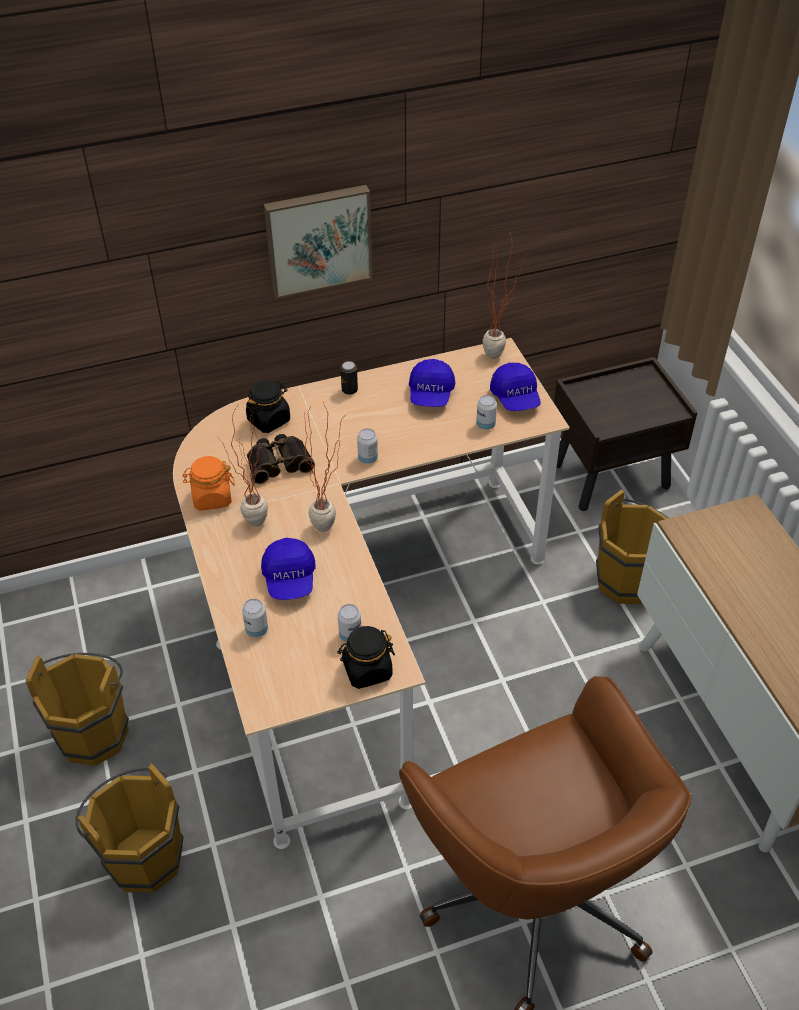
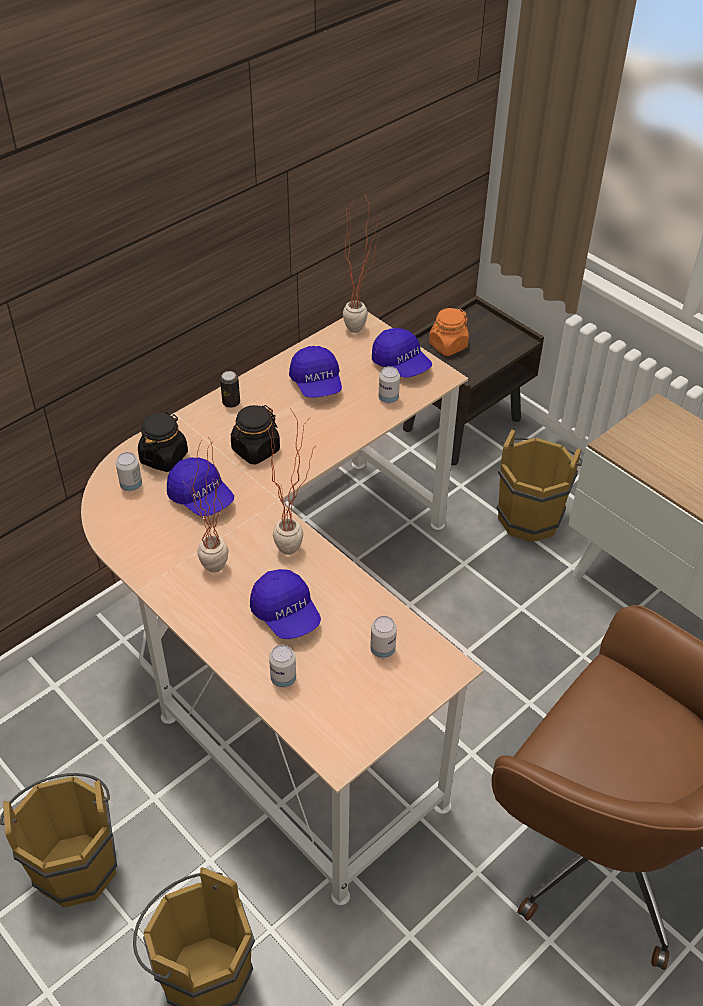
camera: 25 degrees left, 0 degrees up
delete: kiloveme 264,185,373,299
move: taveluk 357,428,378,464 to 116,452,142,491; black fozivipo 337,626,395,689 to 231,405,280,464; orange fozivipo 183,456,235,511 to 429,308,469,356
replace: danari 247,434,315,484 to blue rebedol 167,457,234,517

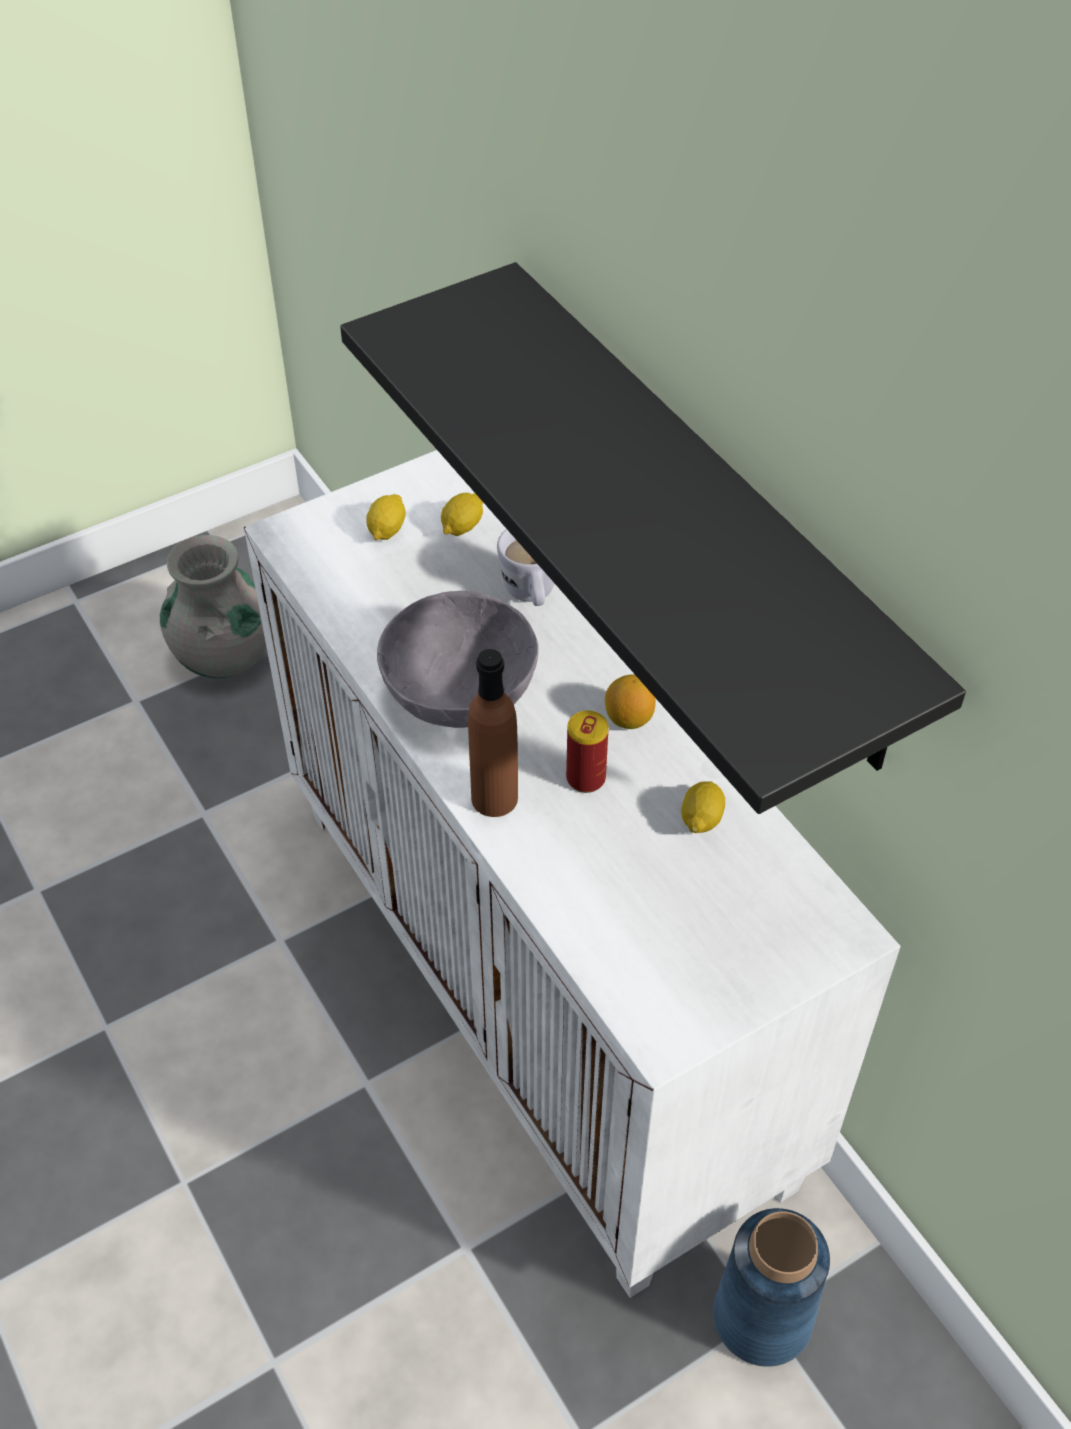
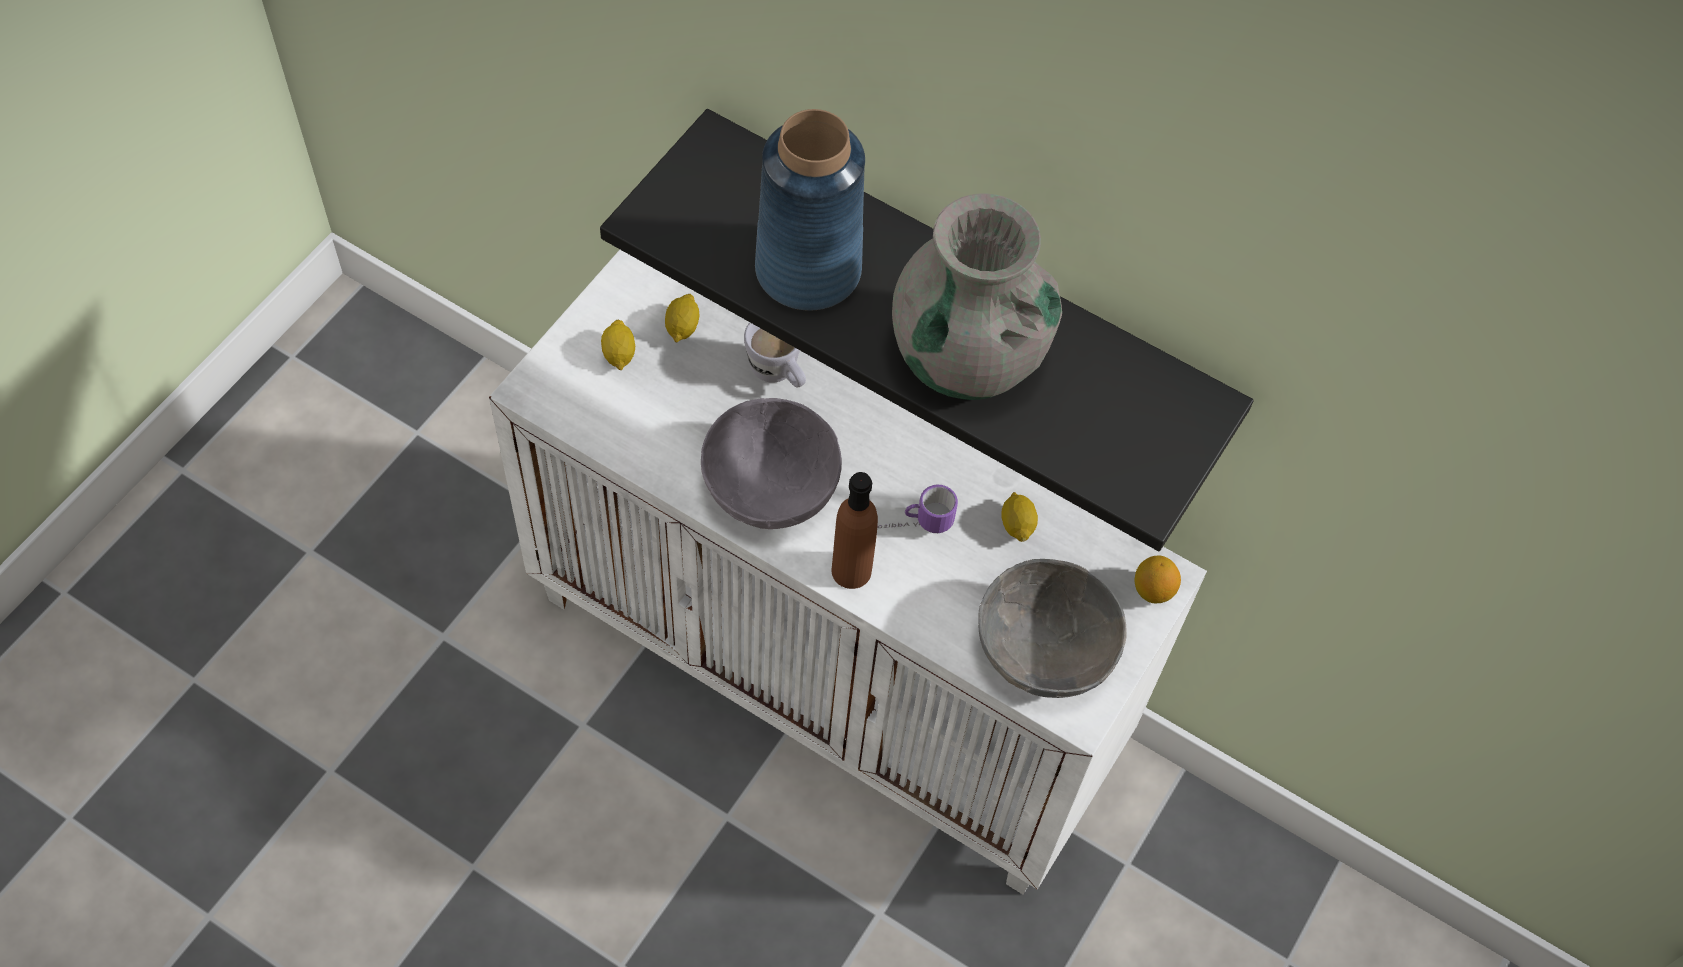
camera: 30 degrees left, 10 degrees up
insert: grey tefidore 978,559,1127,698
move: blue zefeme 713,1208,830,1367 to 755,109,865,311; grey zefeme 160,535,266,678 to 892,193,1062,400; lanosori 605,674,656,729 to 1135,555,1181,603
replace: taveluk 566,710,609,793 to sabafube 878,485,958,533

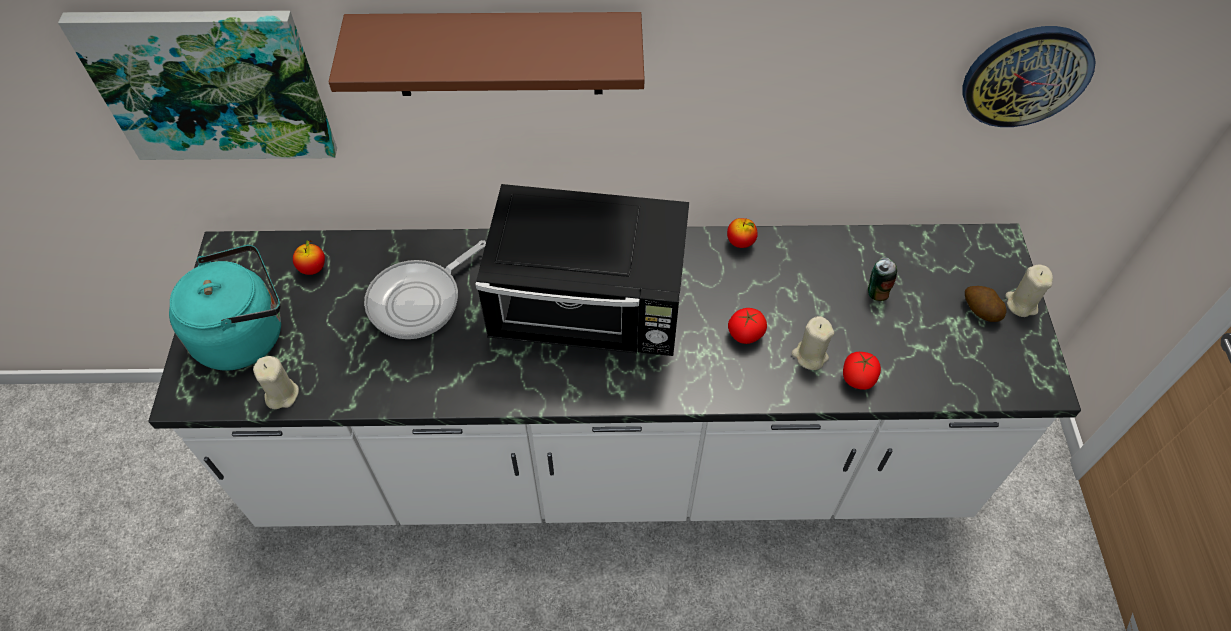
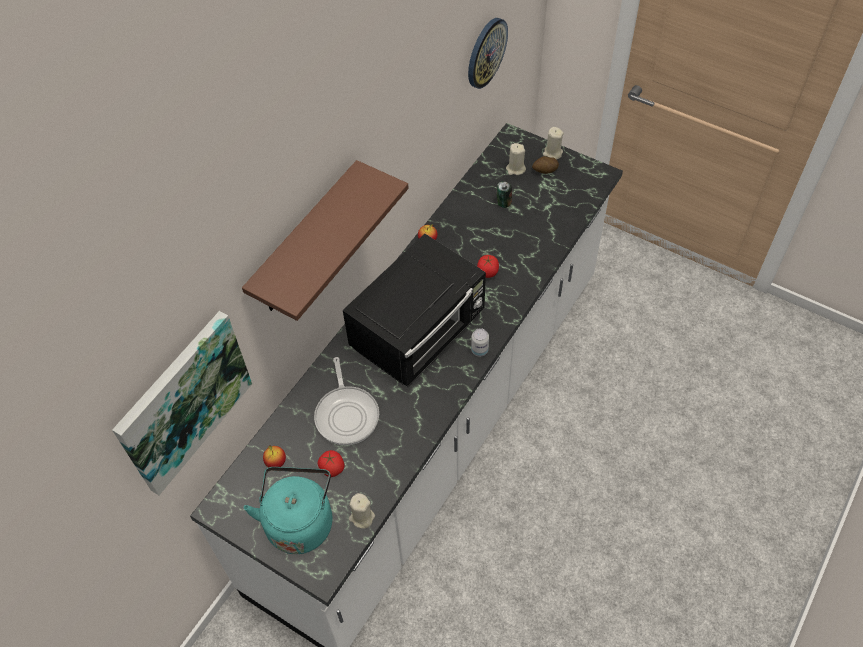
camera: 55 degrees left, 0 degrees up
insert: taveluk 471,328,489,357
move: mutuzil 843,352,881,390 to 318,450,345,477; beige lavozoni 792,316,834,370 to 506,143,526,175

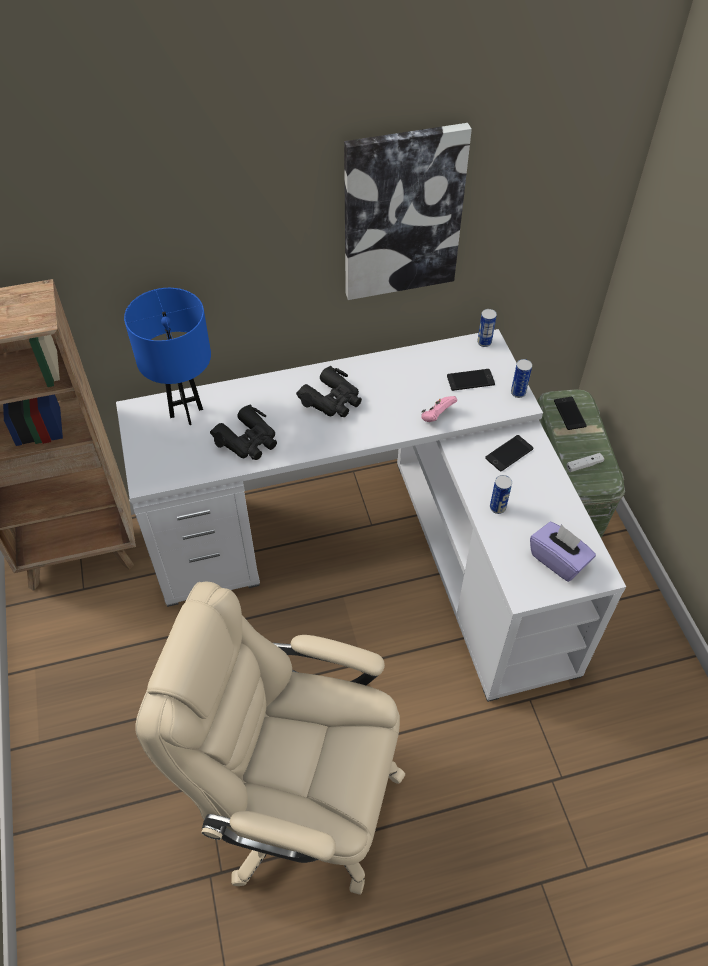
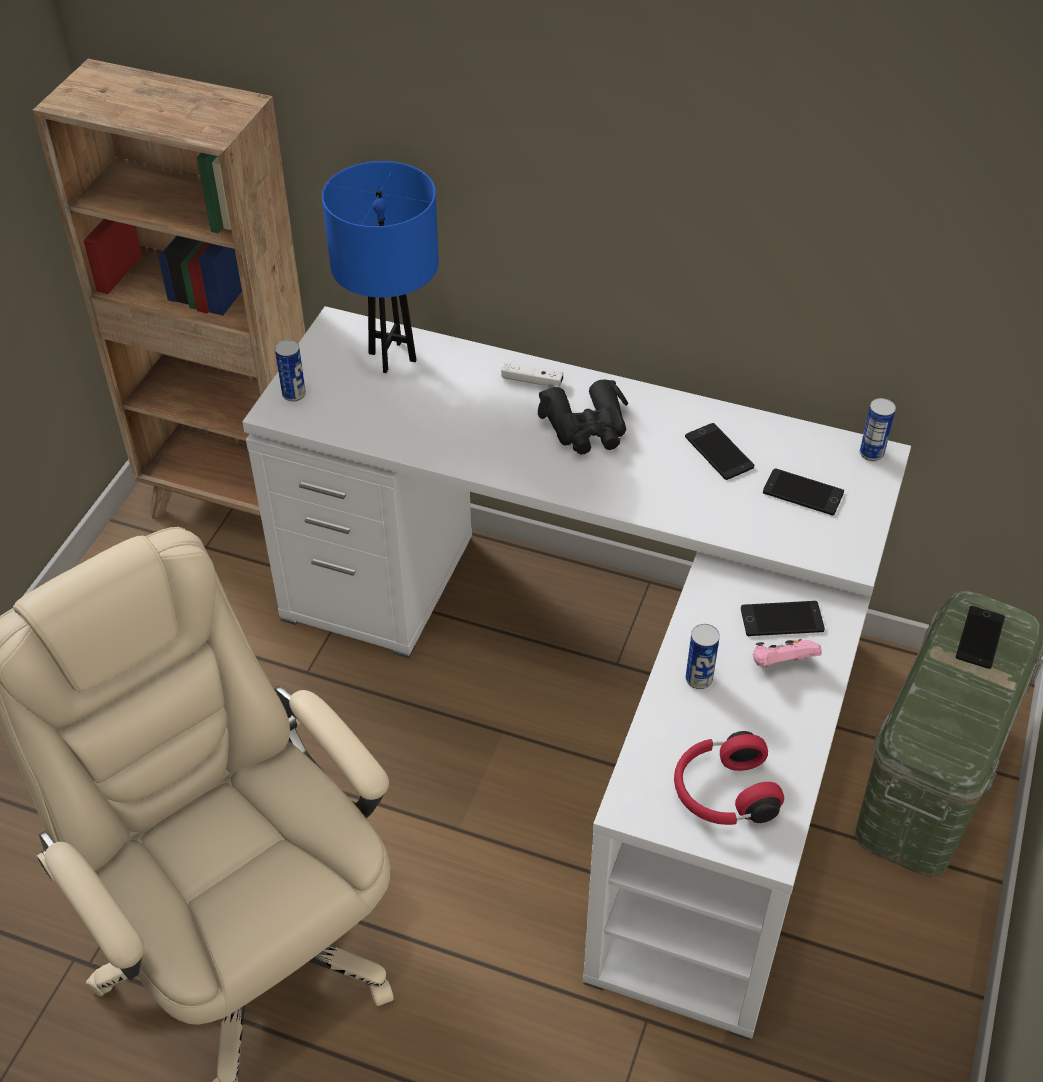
camera: 35 degrees right, 5 degrees down
delete: black danari 210,405,277,460; kiloveme 344,123,472,300
insert: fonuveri 685,423,754,480
move: taveluk 511,359,532,398 to 275,340,306,402; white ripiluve 567,453,604,472 to 501,362,563,386; pink ripiluve 421,396,457,422 to 753,639,822,667
replace: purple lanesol 530,522,596,582 to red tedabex 674,731,784,825

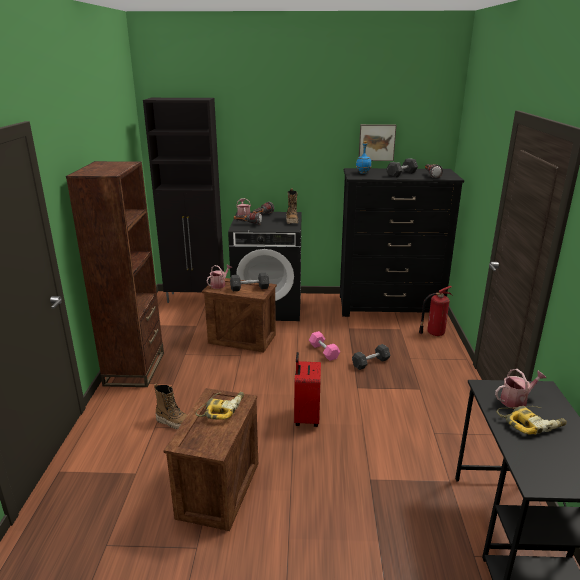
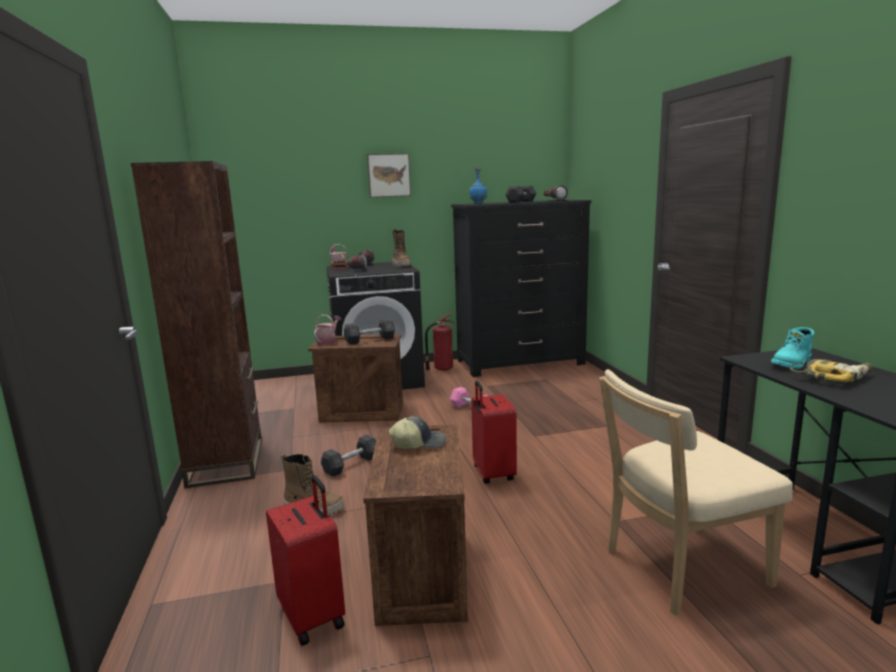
camera: 15 degrees left, 10 degrees down
delete: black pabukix 143,98,224,303
insert: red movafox 266,475,345,646; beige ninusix 599,369,793,616
move: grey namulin 352,344,391,370 to 321,434,376,477; kiloveme 359,124,396,161 to 367,153,411,197; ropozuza 419,286,453,337 to 425,313,455,371
replace: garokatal 196,392,244,420 to rebedol 389,416,446,449; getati 495,369,546,409 to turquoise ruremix 771,327,815,369

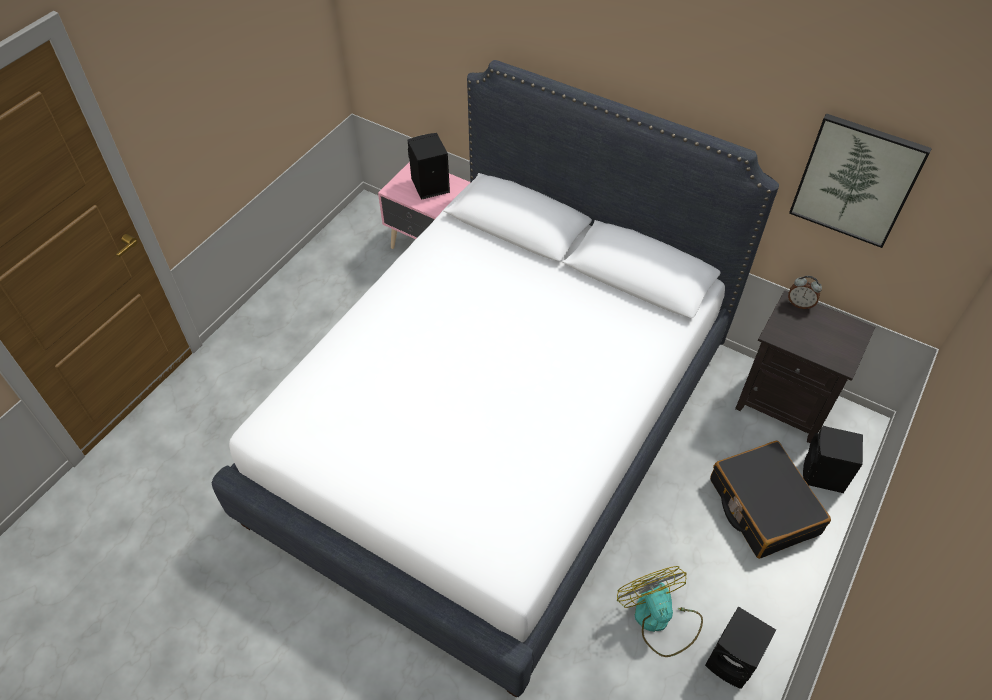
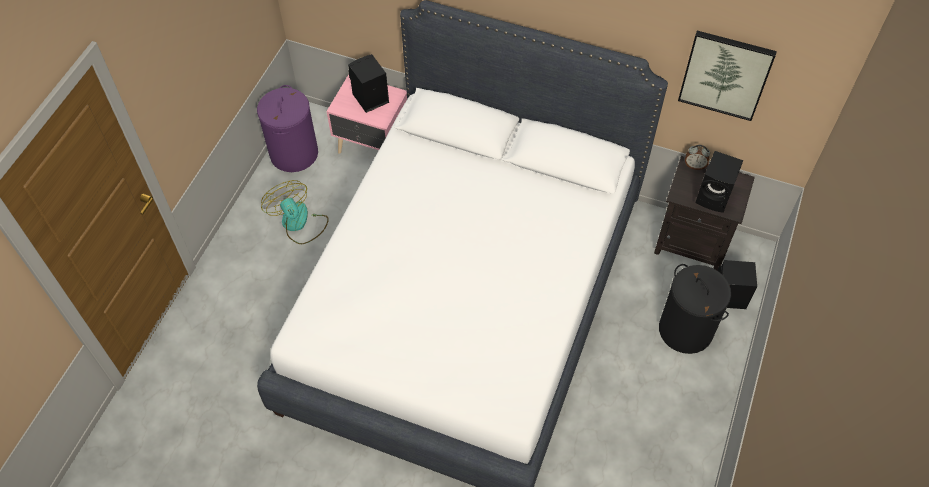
camera: 10 degrees left, 5 degrees up
insert: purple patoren 257,85,318,172
move: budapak 617,566,703,657 to 261,180,329,244; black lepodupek 705,606,776,689 to 695,151,743,213
replace: black movafox 710,441,831,559 to black patoren 659,264,731,354

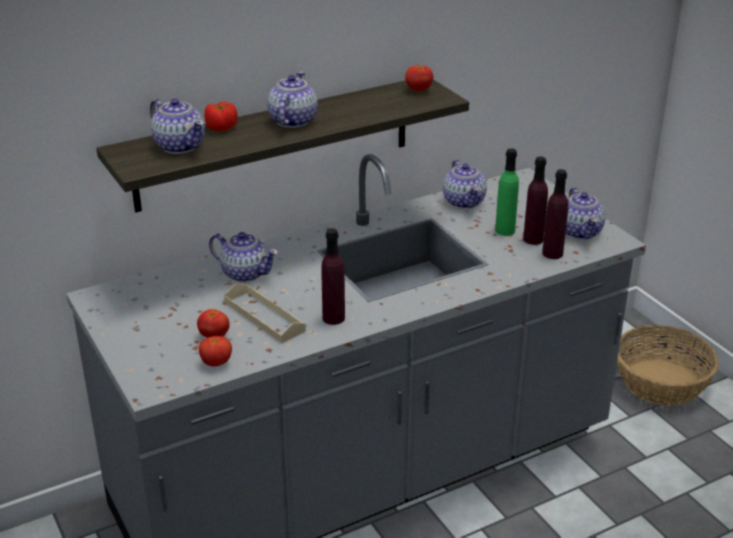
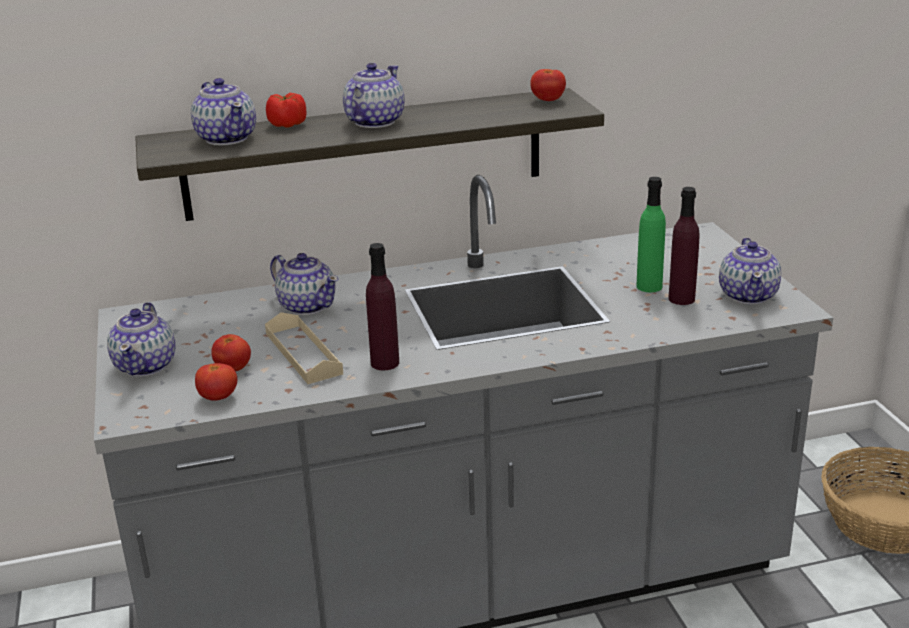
camera: 15 degrees right, 5 degrees down
delete: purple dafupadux 542,169,568,259
move: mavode 443,160,487,209 to 107,302,176,377

